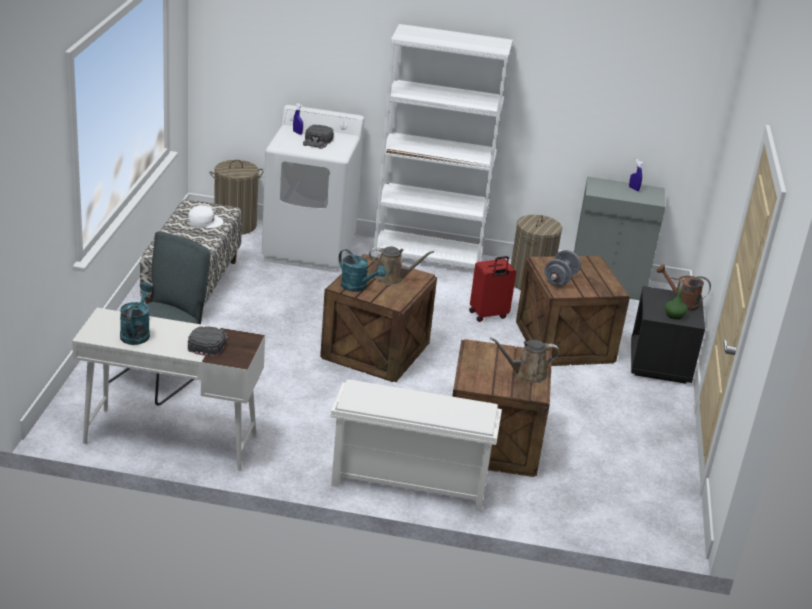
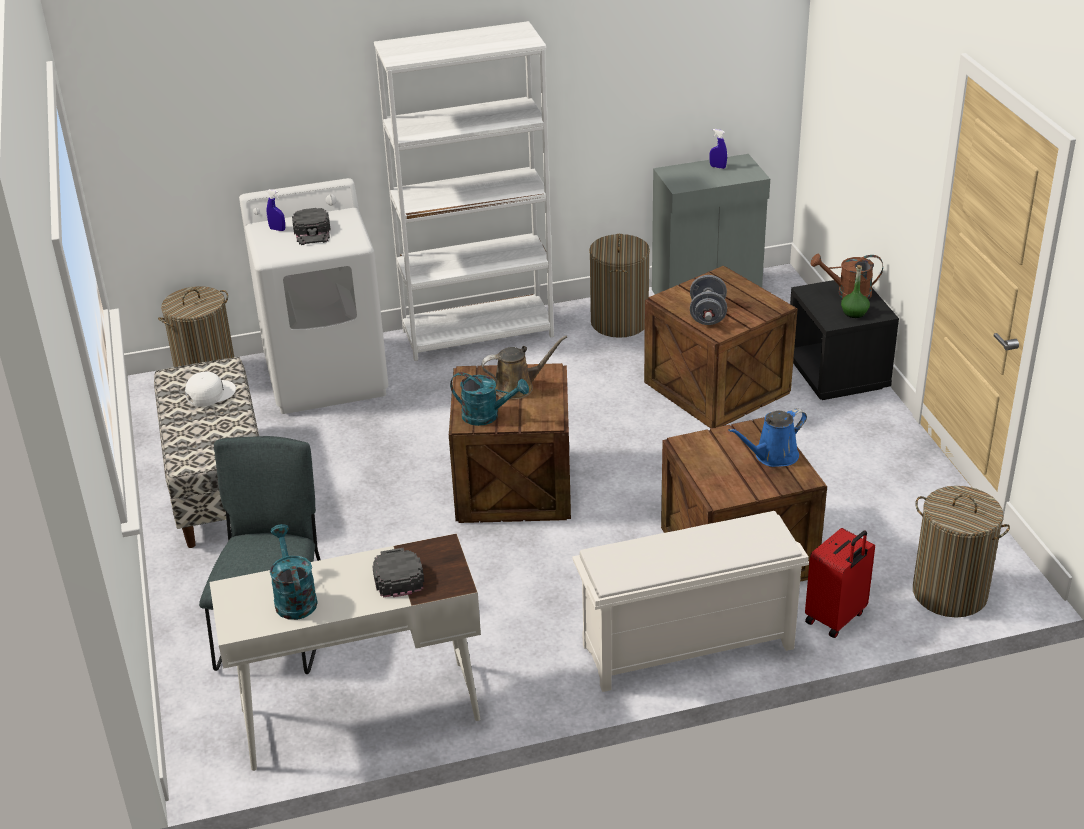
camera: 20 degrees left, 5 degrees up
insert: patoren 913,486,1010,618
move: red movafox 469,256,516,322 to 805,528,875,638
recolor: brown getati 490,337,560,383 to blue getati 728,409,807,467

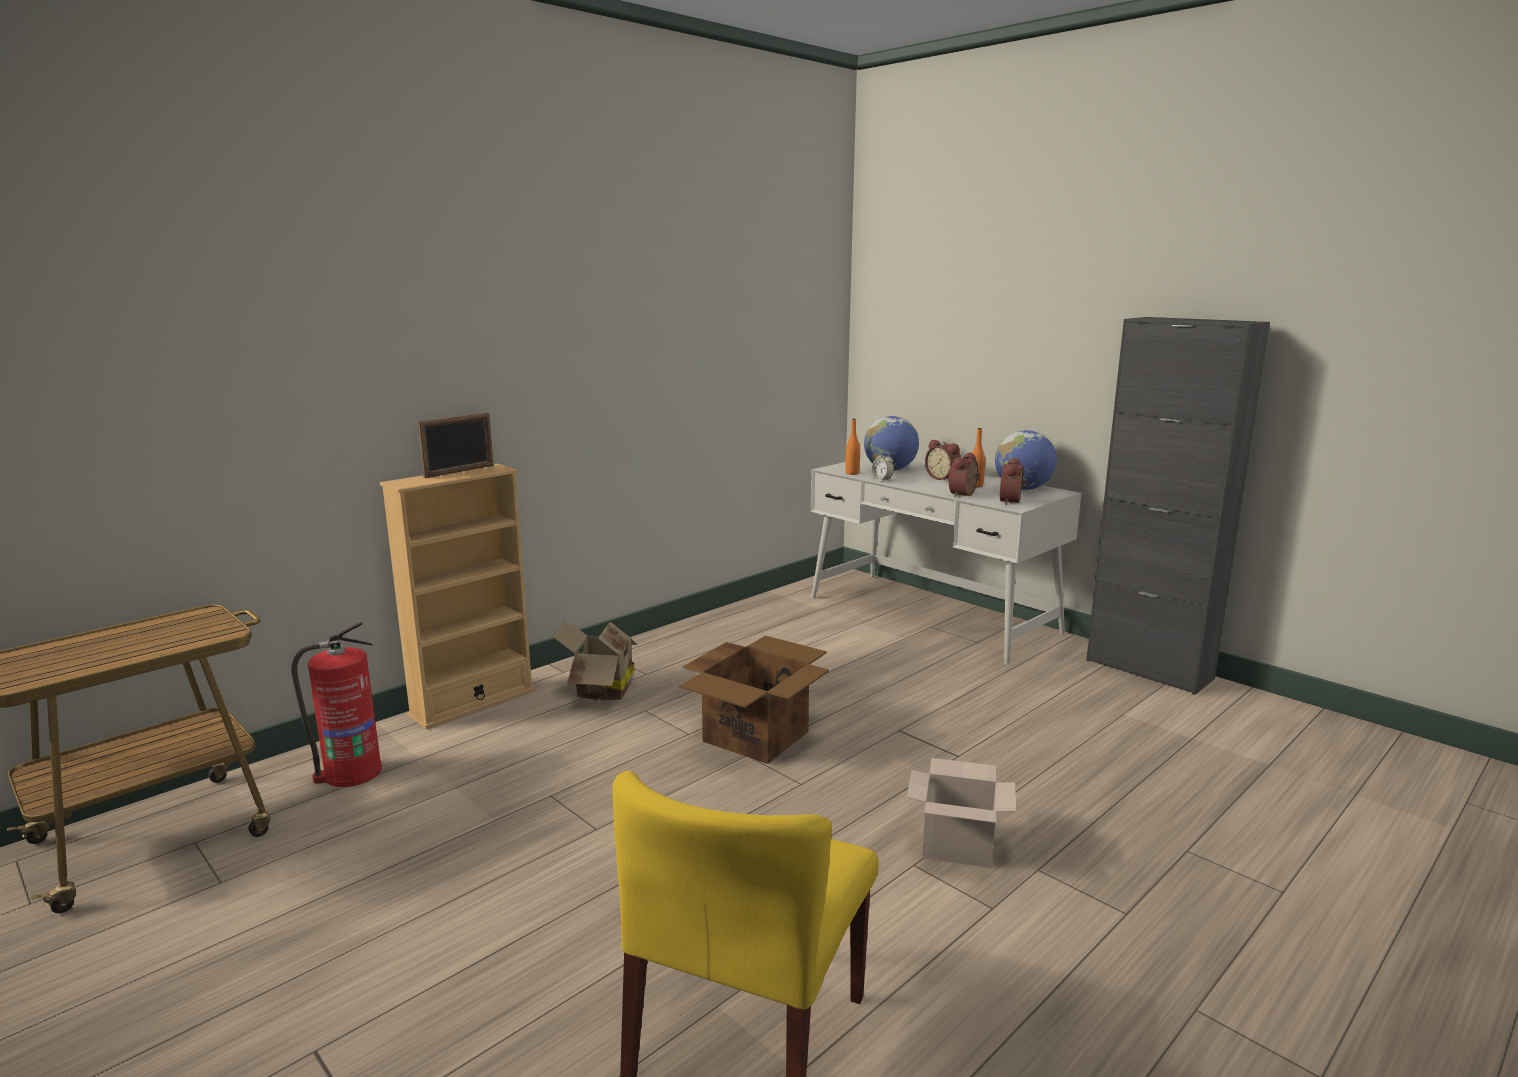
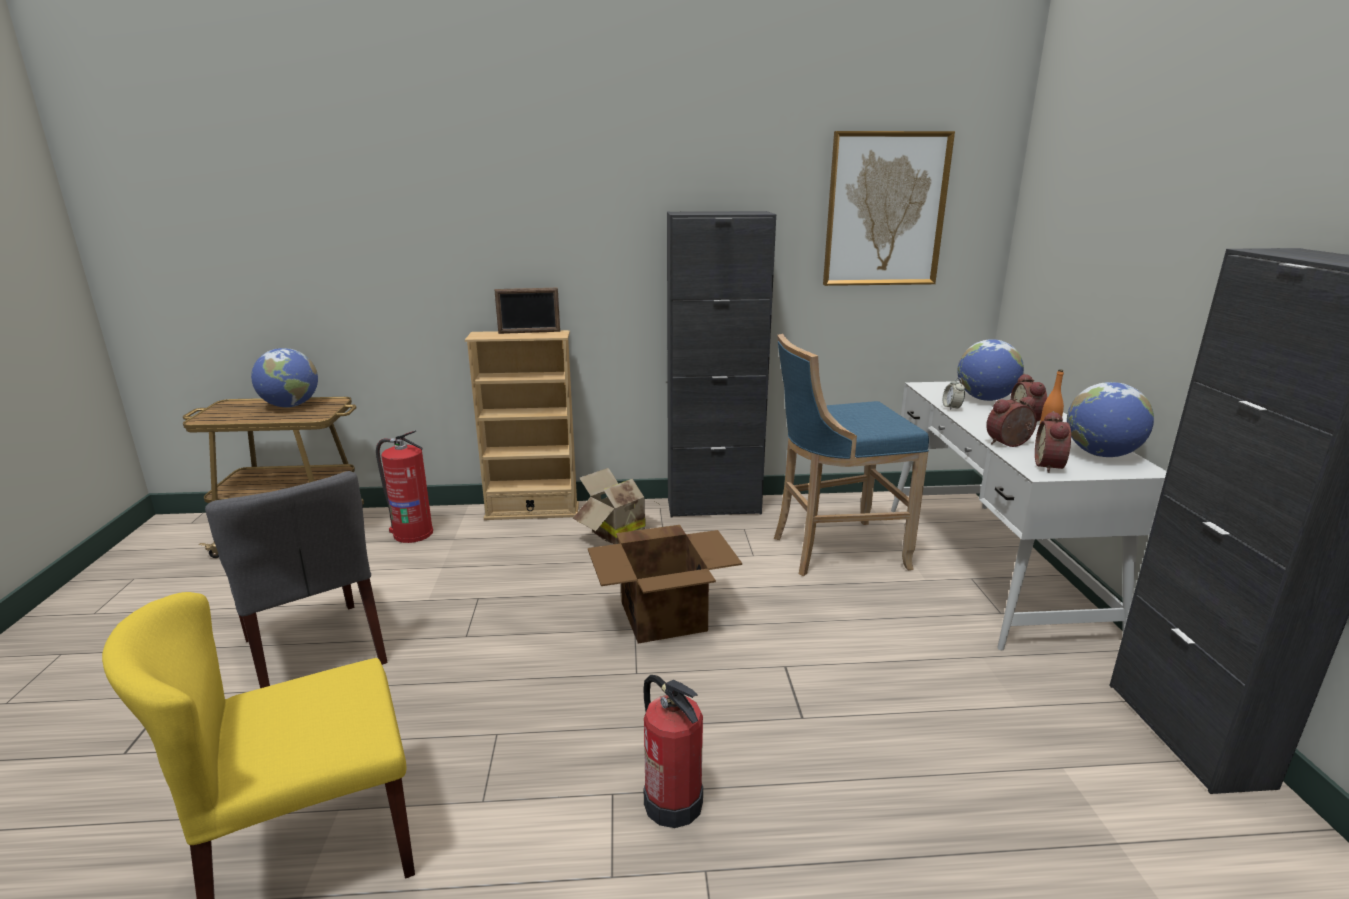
camera: 40 degrees right, 5 degrees up
delete: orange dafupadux 845,419,860,475
insert: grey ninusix 205,471,388,688; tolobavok 251,348,318,408; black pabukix 667,211,776,518; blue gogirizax 774,334,929,576; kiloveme 823,131,955,286
replace: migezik 907,758,1016,868 to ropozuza 643,675,703,828
rotate: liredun 1000,458,1027,505 = 1035,411,1071,473 45 degrees counterclockwise

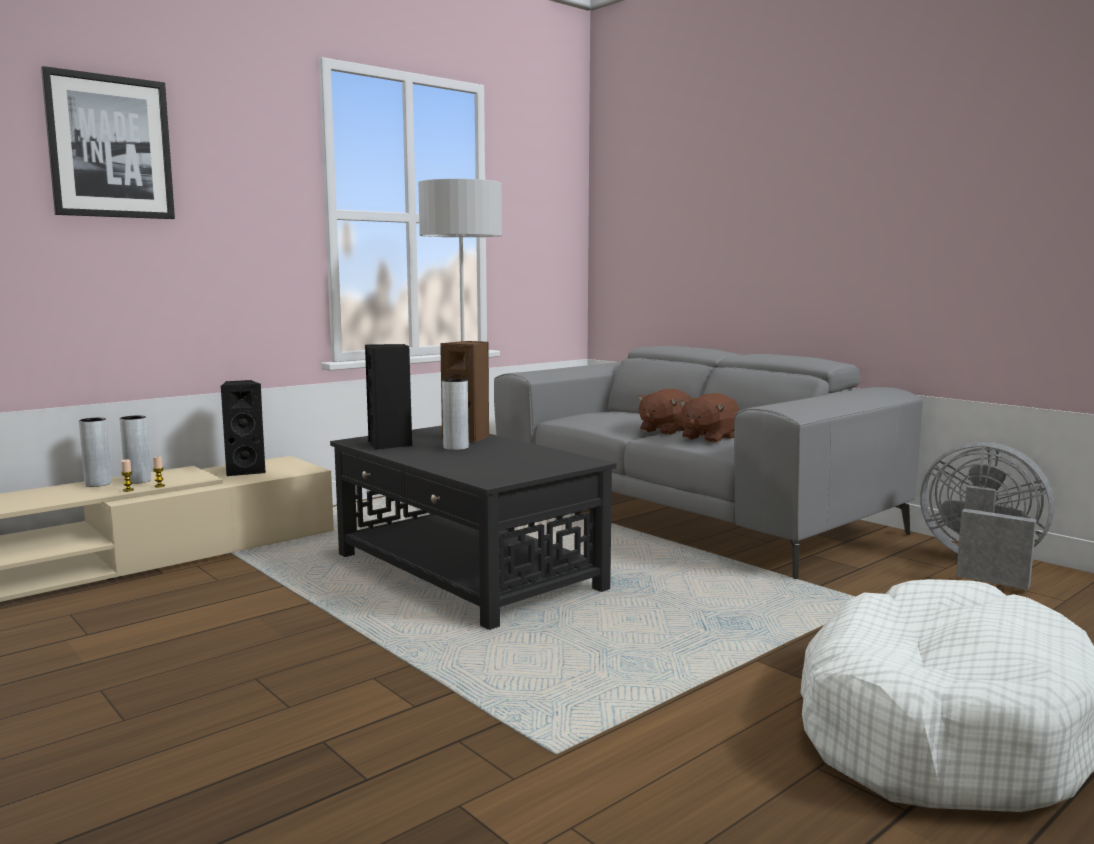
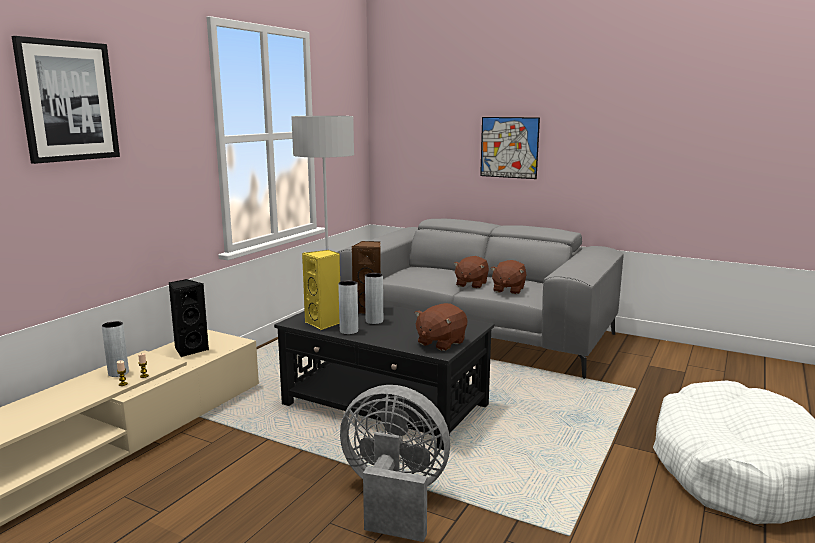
camera: 20 degrees left, 5 degrees up
insert: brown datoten 415,303,468,351; kiloveme 480,117,540,179
move: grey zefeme 79,418,112,487 to 338,281,358,334; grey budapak 920,442,1054,590 to 340,385,450,542
recolor: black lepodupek 365,344,412,450 to yellow lepodupek 302,250,340,330

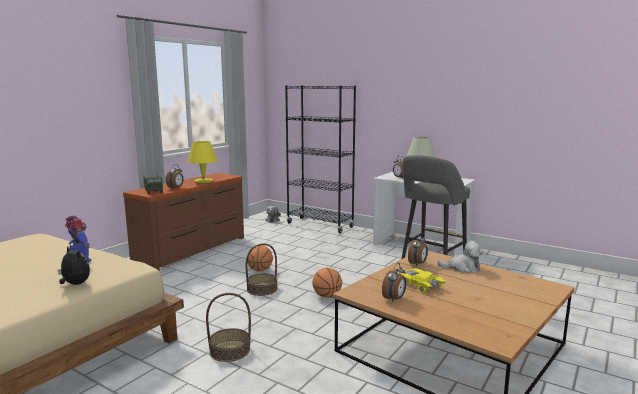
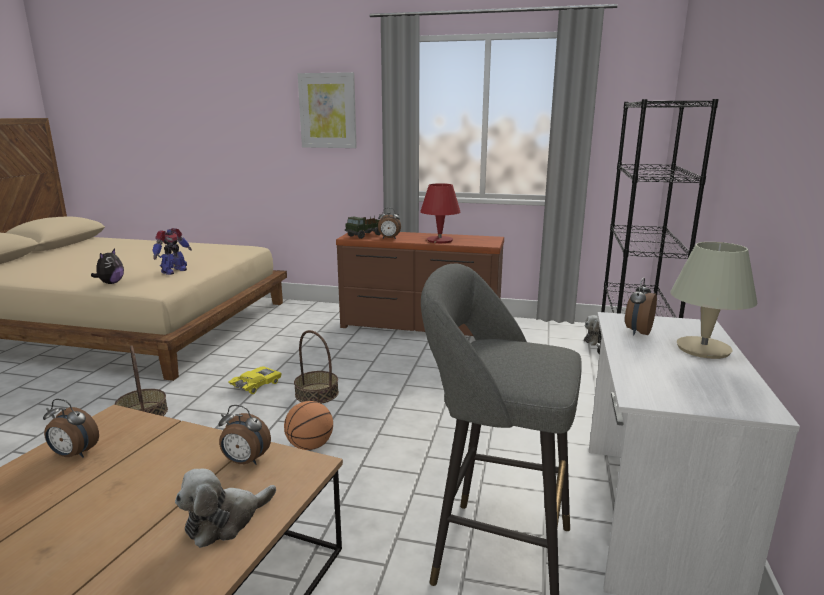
camera: 70 degrees right, 5 degrees up
delete: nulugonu 247,245,273,272
insert: kiloveme 298,72,357,148
move: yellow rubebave 398,268,446,293 to 228,366,282,394
recolor: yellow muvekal 188,141,217,183 to red muvekal 420,183,460,243
rotate: datoten 438,241,484,273 = 175,469,276,548 60 degrees clockwise

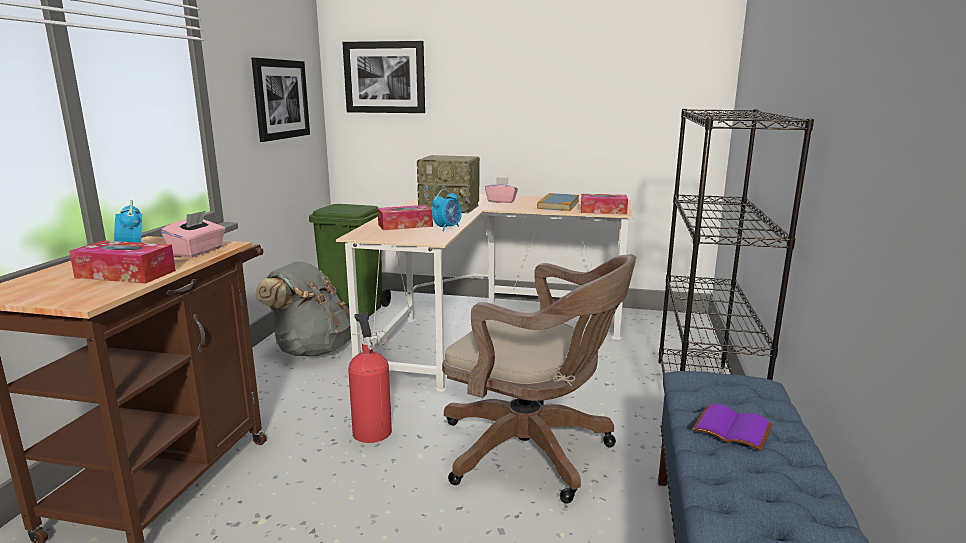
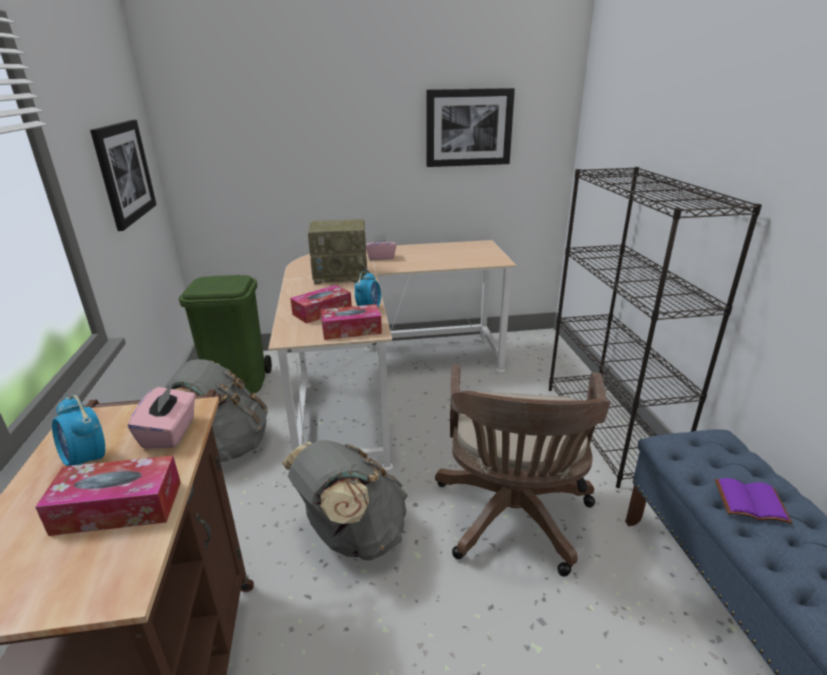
camera: 20 degrees left, 10 degrees up
delete: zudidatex 537,193,579,211
move: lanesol 581,194,628,214 to 321,304,382,340; kiloveme 342,41,425,113 to 426,88,515,167
replace: ropozuza 348,313,392,443 to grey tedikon 282,440,408,560
rotate: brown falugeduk 442,255,636,504 = 435,364,610,577 90 degrees clockwise

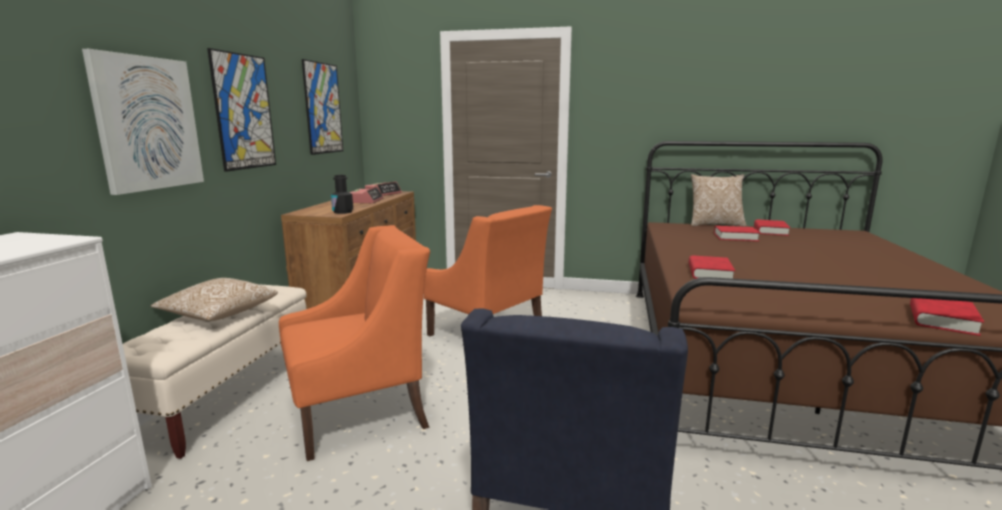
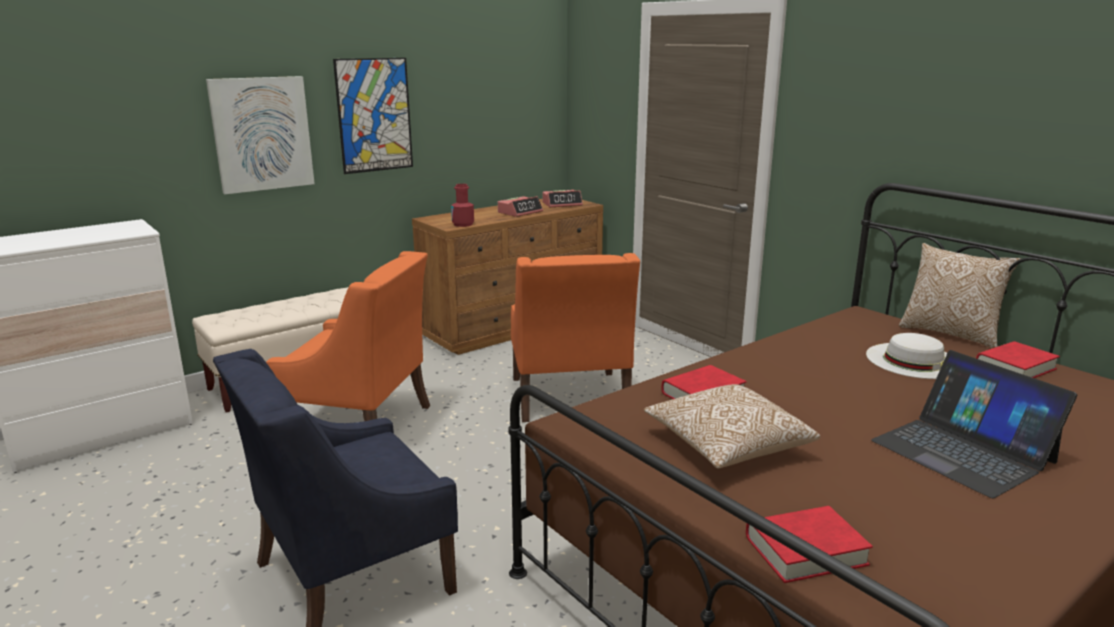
camera: 40 degrees right, 5 degrees up
delete: kiloveme 302,59,343,155
insert: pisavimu 871,350,1077,498
move: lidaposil 151,278,278,321 to 644,384,821,468
replace: red zudidatex 714,226,760,241 to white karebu 866,333,947,379
recolor: black dafupadux 331,175,353,214 to red dafupadux 451,184,474,227

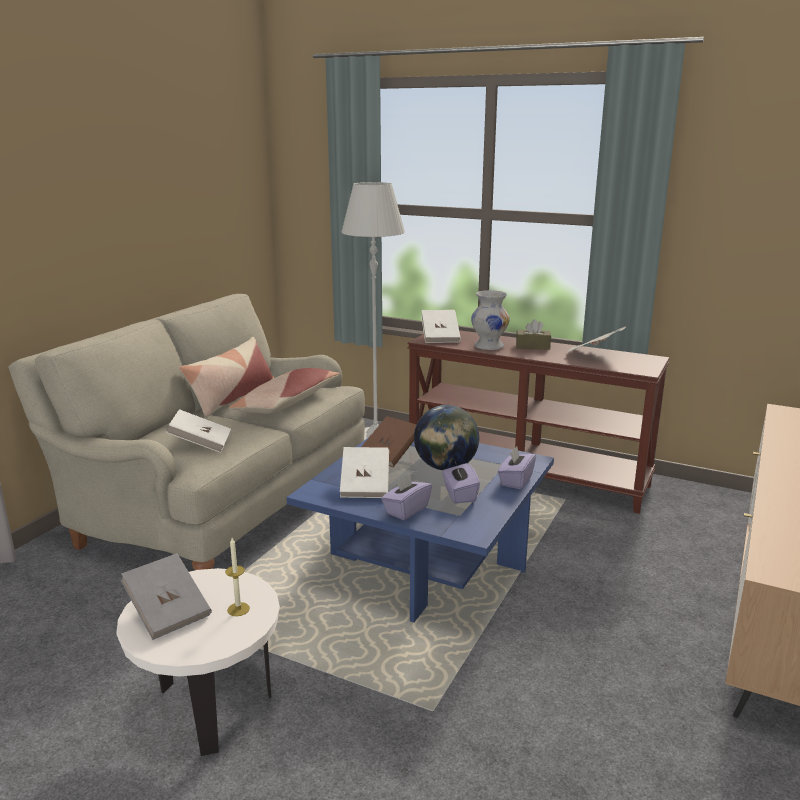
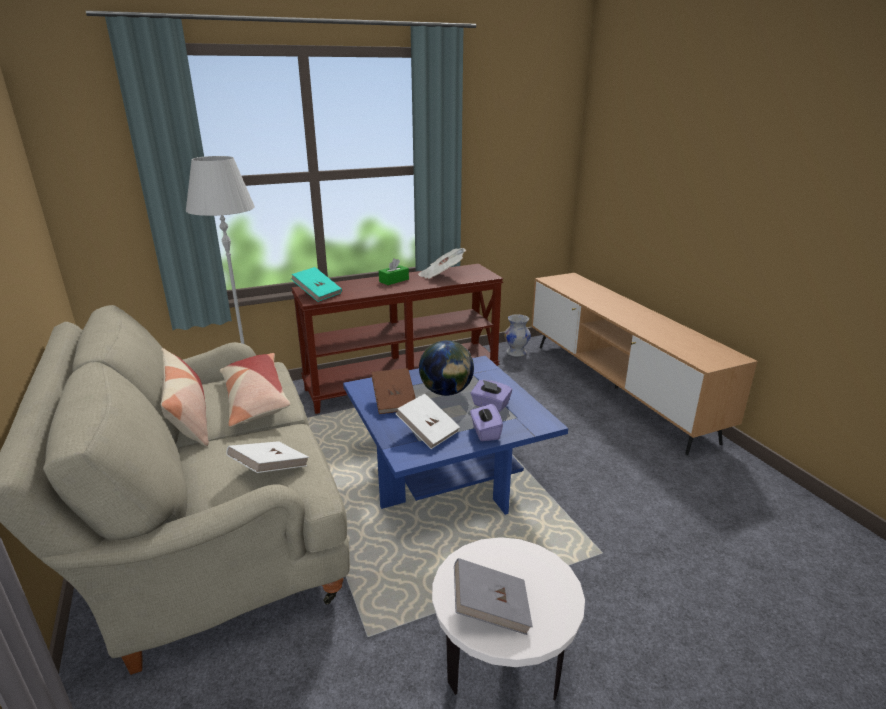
camera: 50 degrees left, 5 degrees up
delete: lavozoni 225,538,250,616; purple lanesol 498,446,536,489
move: white zefeme 471,290,510,350 to 504,314,531,357
recolor: white zudidatex 421,310,461,343 to turquoise zudidatex 291,267,342,302; brown lanesol 516,319,551,350 to green lanesol 379,258,409,285

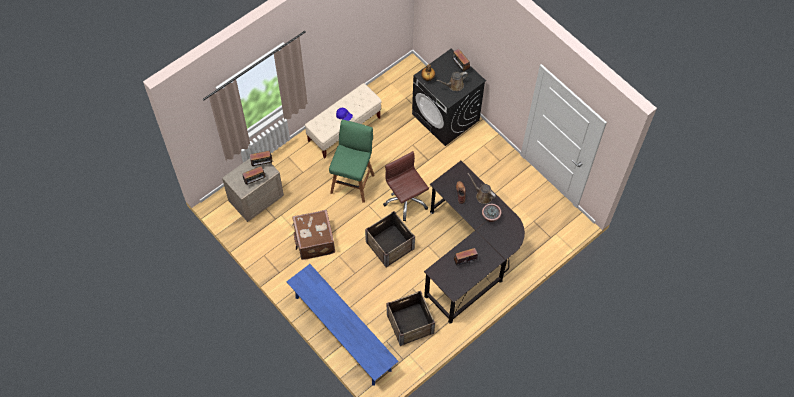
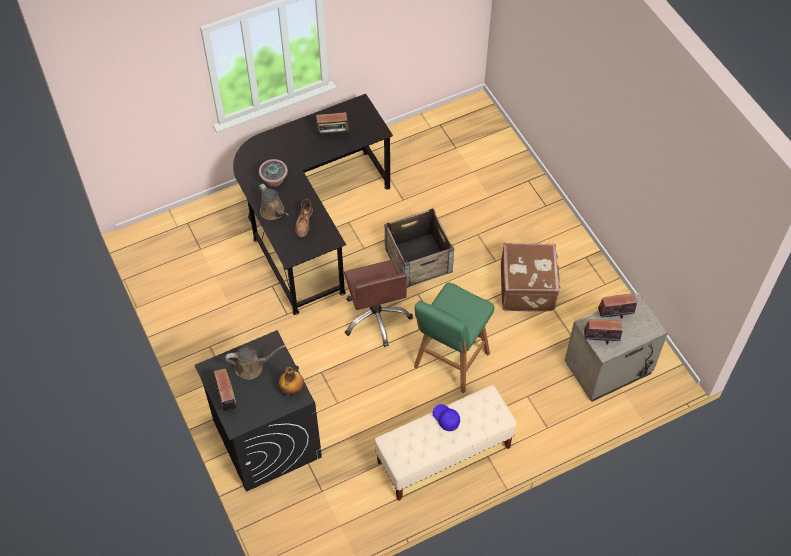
camera: 165 degrees left, 5 degrees down
delete: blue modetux 286,264,399,386; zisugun 387,291,435,346

